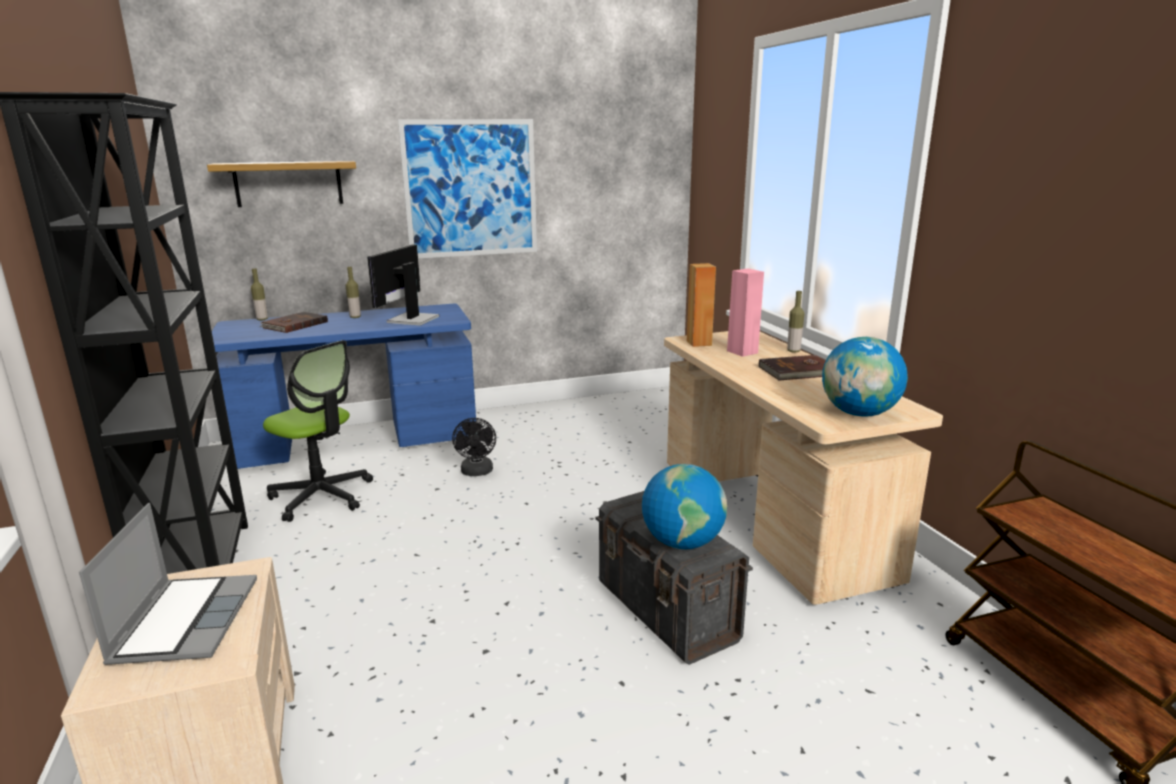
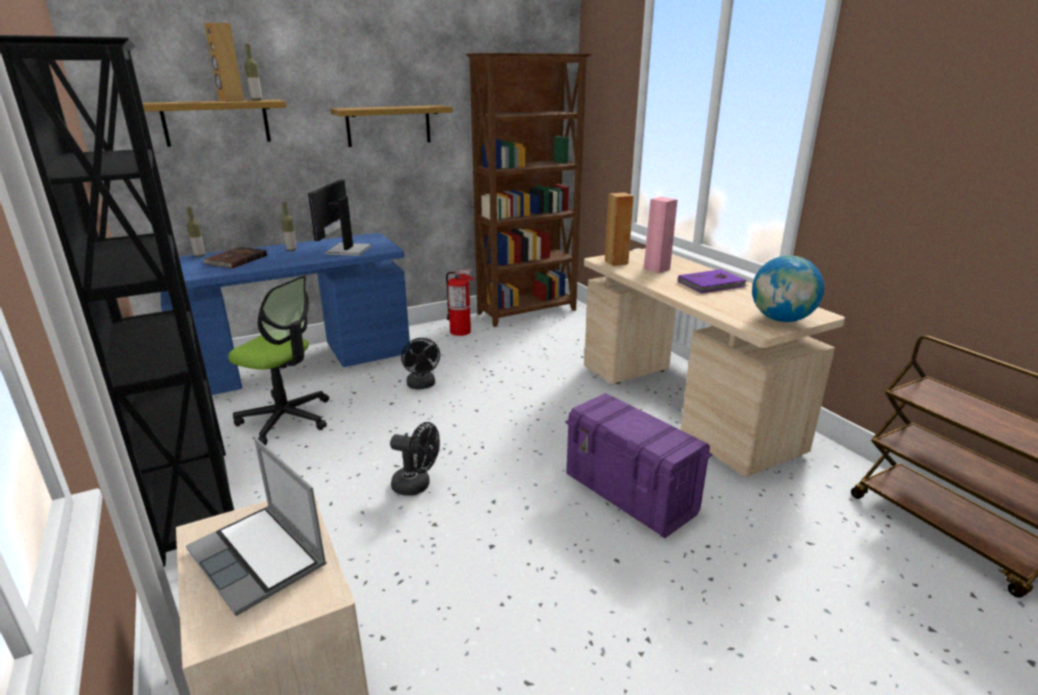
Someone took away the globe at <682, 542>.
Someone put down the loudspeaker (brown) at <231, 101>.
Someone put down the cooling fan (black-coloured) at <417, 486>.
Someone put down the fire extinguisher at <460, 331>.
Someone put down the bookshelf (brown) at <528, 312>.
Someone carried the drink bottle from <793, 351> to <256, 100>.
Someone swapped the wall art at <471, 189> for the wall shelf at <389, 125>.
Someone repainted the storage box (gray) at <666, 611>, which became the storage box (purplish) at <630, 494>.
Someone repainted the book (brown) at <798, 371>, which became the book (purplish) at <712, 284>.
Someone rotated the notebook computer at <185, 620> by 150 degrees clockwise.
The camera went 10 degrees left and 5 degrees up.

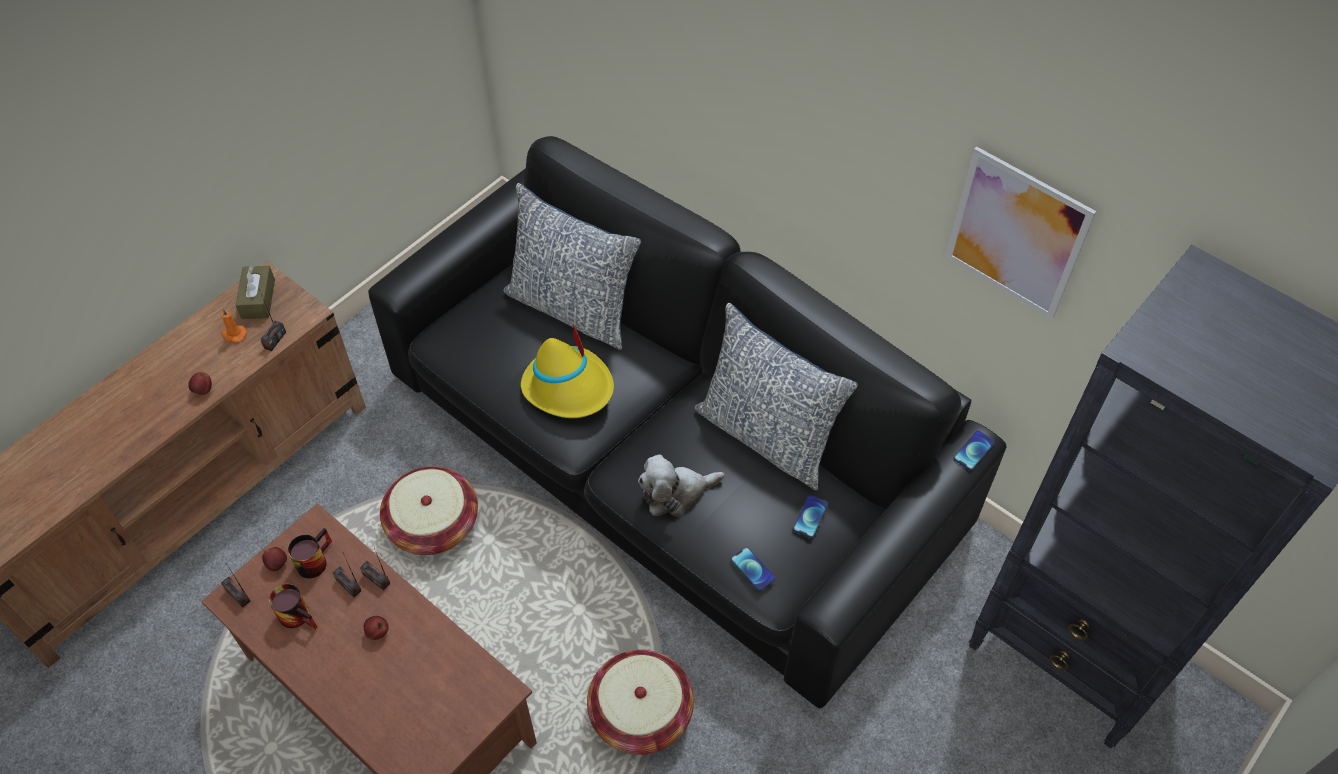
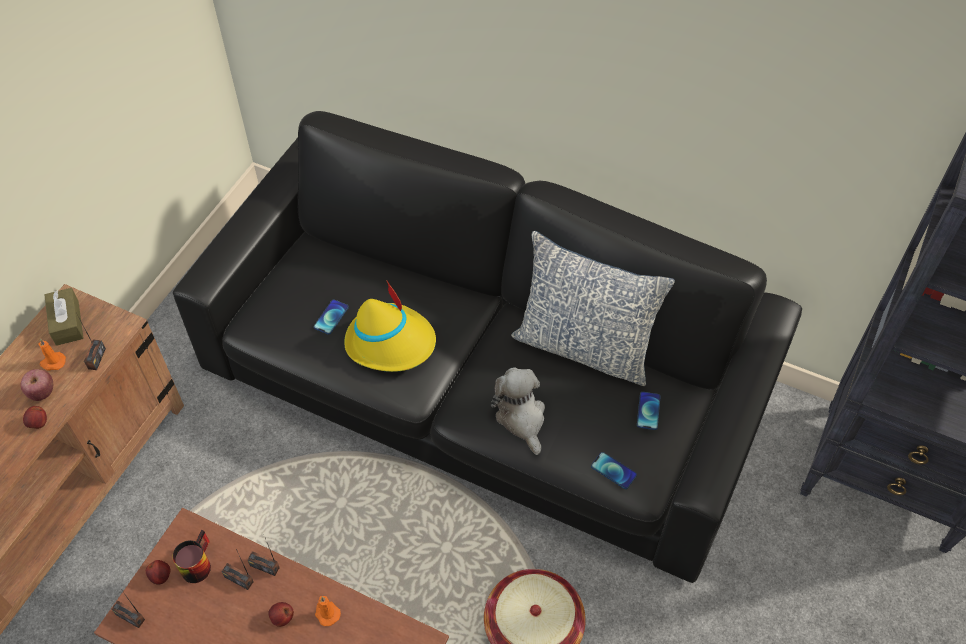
Someone took away the coffee mug at <300, 615>.
Someone took away the household basket at <433, 524>.
Someone took away the throw pillow at <573, 308>.
Someone took away the wall art at <1016, 234>.
Someone put down the apple at <42, 392>.
Someone put down the wax light (orange-coloured) at <326, 613>.
Someone carried the phone from <974, 451> to <331, 317>.
Someone rotated the cuddly toy at <676, 493> by 105 degrees clockwise.
The camera went 15 degrees left and 0 degrees up.

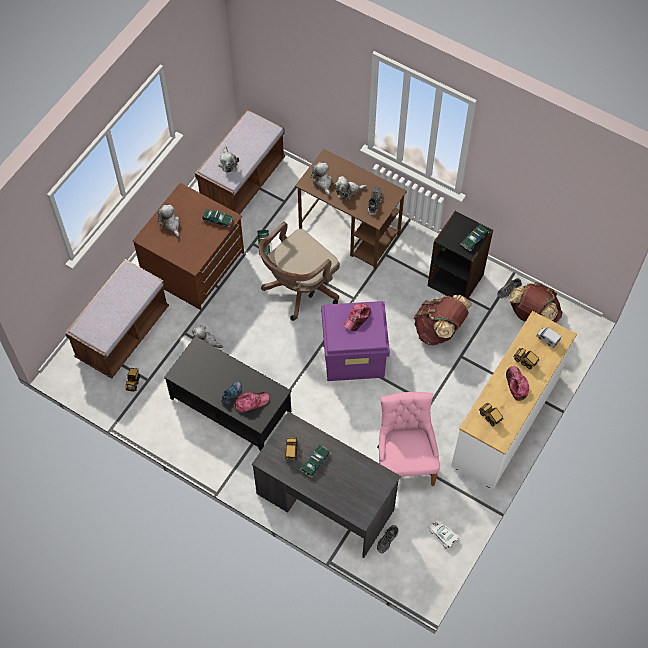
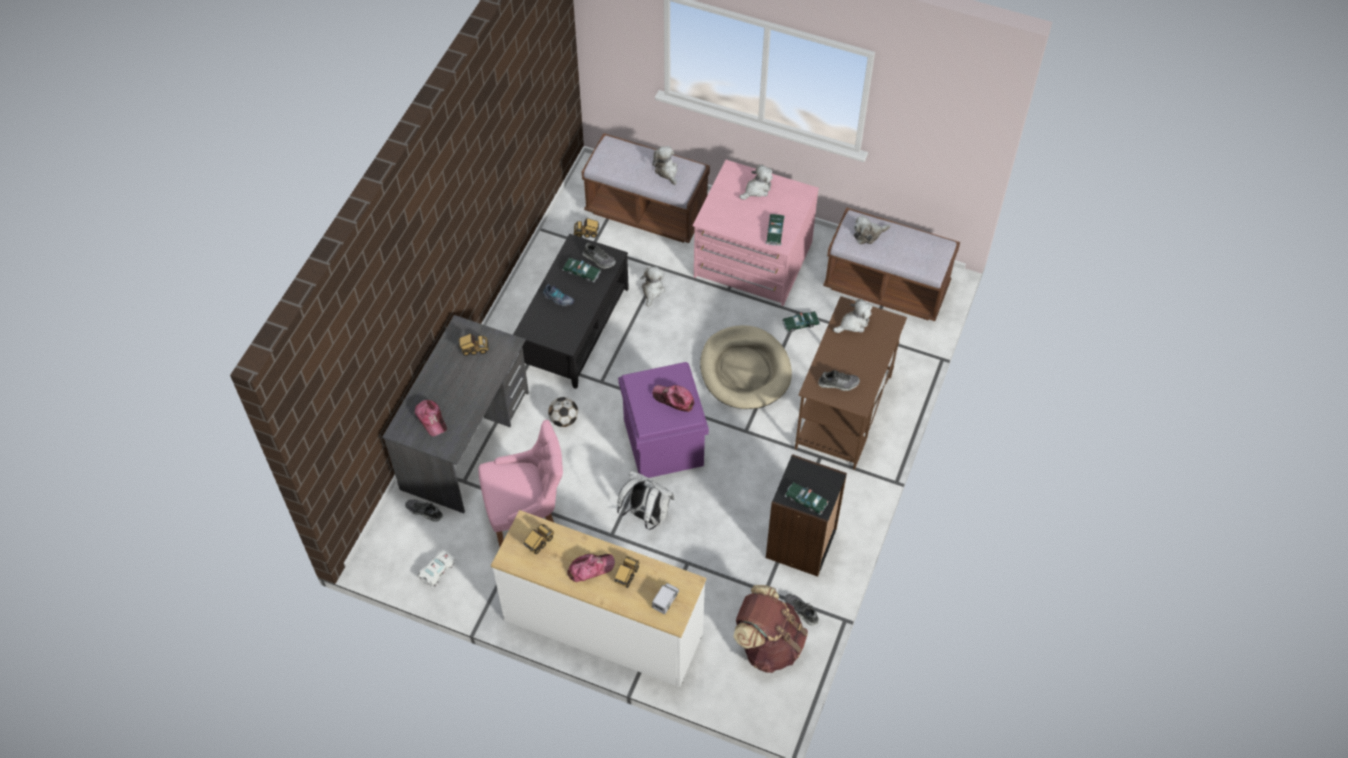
Someone took away the knapsack (brown) at <439, 330>.
Someone put down the football ball at <564, 420>.
Someone put down the low shoe at <599, 259>.
Someone put down the knapsack (white) at <646, 515>.
Someone carried the baseball cap from <251, 402> to <431, 419>.
Someone carried the toy car from <315, 462> to <581, 272>.
Someone carried the cuddly toy from <348, 191> to <666, 171>.
Someone swapped the desk chair (brown) at <299, 289> for the dog bed (beige) at <745, 370>.
Someone repainted the dresser (brown) at <194, 265>, which became the dresser (pink-coloured) at <752, 261>.
The camera went 80 degrees right and 5 degrees down.

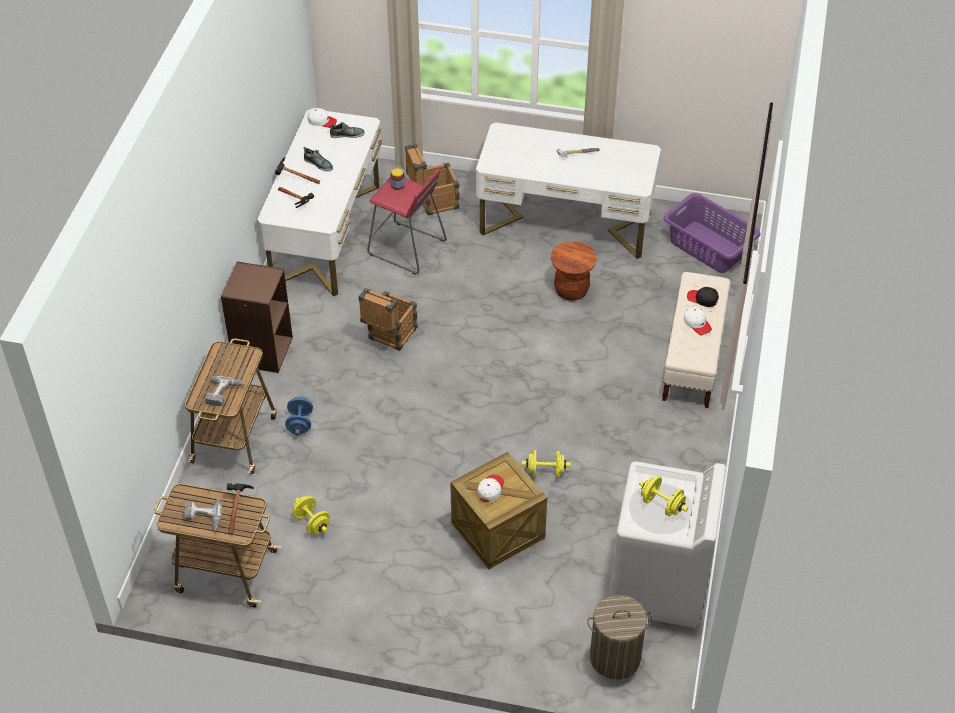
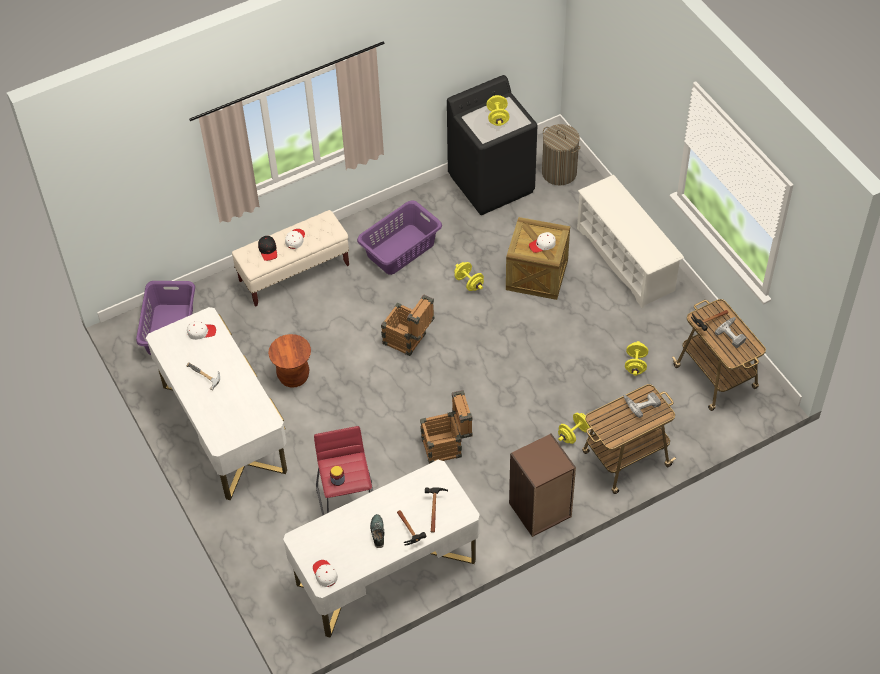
Someone took away the low shoe at <347, 134>.
Someone put down the baseball cap (white) at <201, 332>.
Someone put down the hamper (purplish) at <400, 249>.
Someone put down the shoe stand (white) at <626, 260>.
Someone carried the shipping crate from <432, 202> to <409, 341>.
Someone repainted the free weight (blue) at <300, 423>, which became the free weight (yellow-coloured) at <574, 434>.
Someone repainted the washing machine (white) at <659, 585>, which became the washing machine (black-coloured) at <492, 183>.
The camera went 130 degrees left and 5 degrees up.

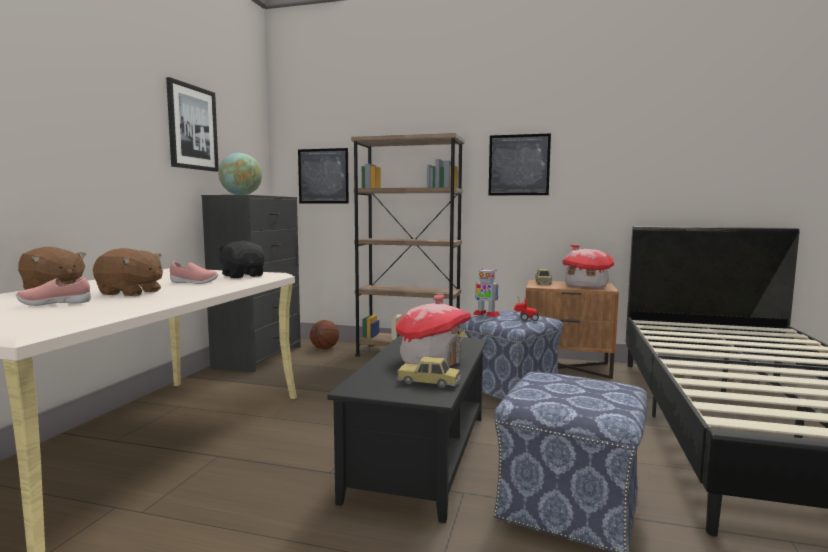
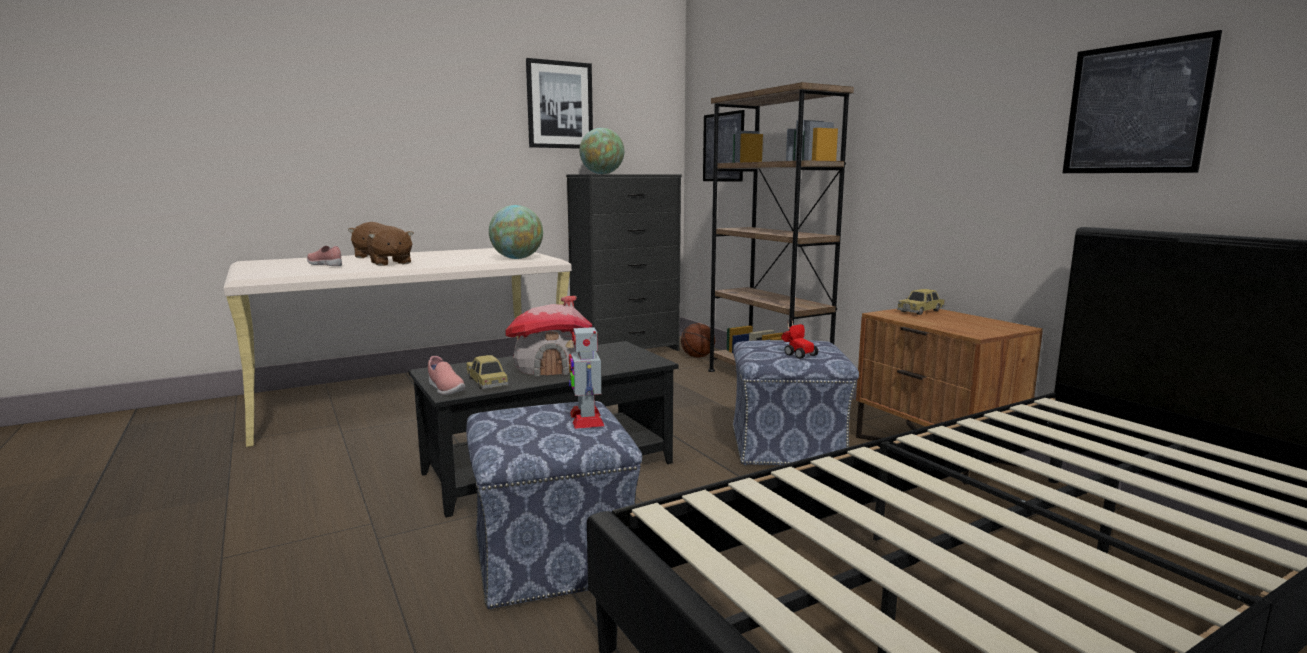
Someone took away the toy house at <585, 286>.
Someone carried the low shoe (pink-coloured) from <193, 282> to <445, 389>.
Someone carried the robot figure from <486, 314> to <586, 419>.
Someone carried the wall art from <519, 165> to <1135, 108>.
Someone swapped the cuddly toy (black-coloured) at <243, 276> for the globe at <517, 258>.
The camera went 45 degrees right and 5 degrees up.

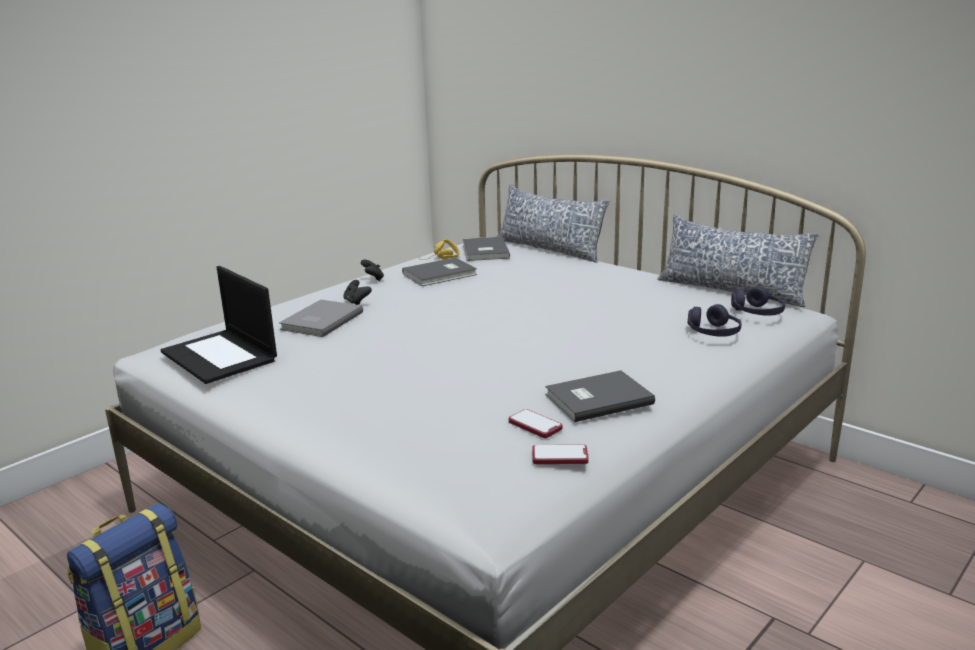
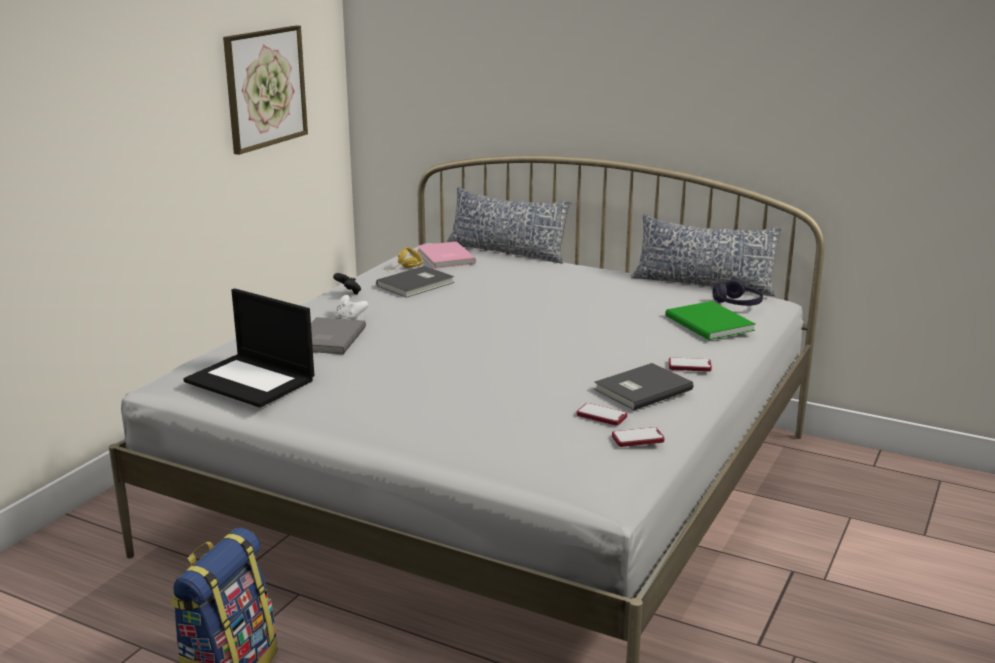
Someone put up the wall art at <265, 88>.
Someone put down the phone at <689, 366>.
Someone swapped the headphones (purplish) at <713, 332> for the book (green) at <709, 324>.
Someone repainted the joypad (black-coloured) at <357, 302>, which became the joypad (white) at <350, 318>.
Someone repainted the book (gray) at <484, 251>, which became the book (pink-coloured) at <444, 258>.
The camera went 15 degrees left and 0 degrees up.

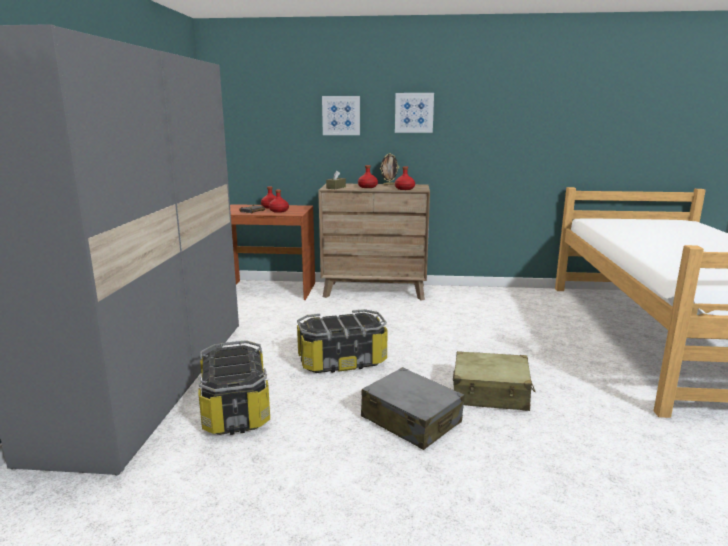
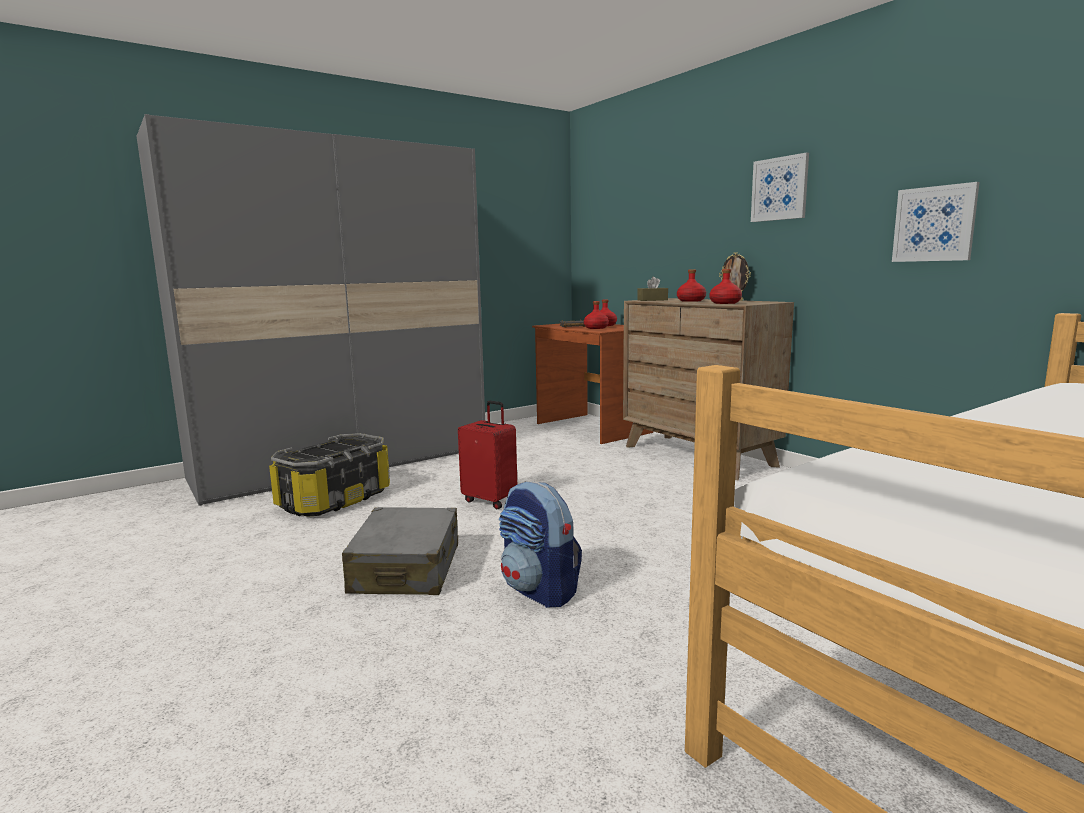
Someone carried the wall art from <341, 115> to <934, 224>.
Someone swapped the storage box at <342, 361> for the travel case (red-coloured) at <491, 500>.
Someone swapped the travel case (beige) at <490, 393> for the knapsack at <540, 590>.
The camera went 50 degrees right and 5 degrees down.

